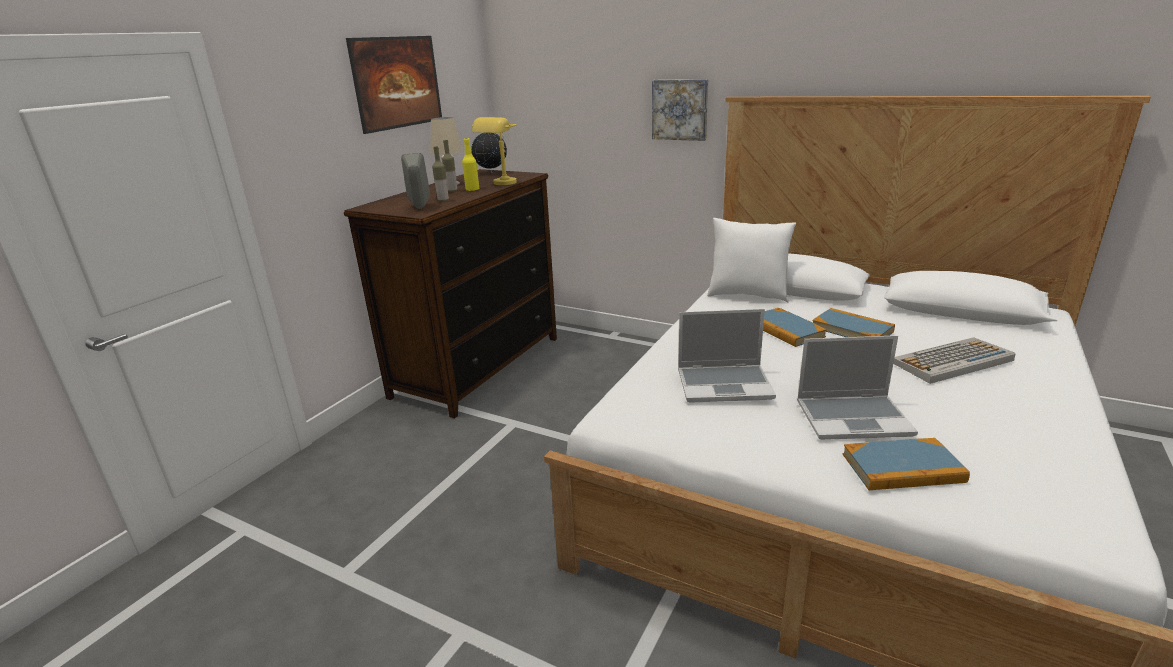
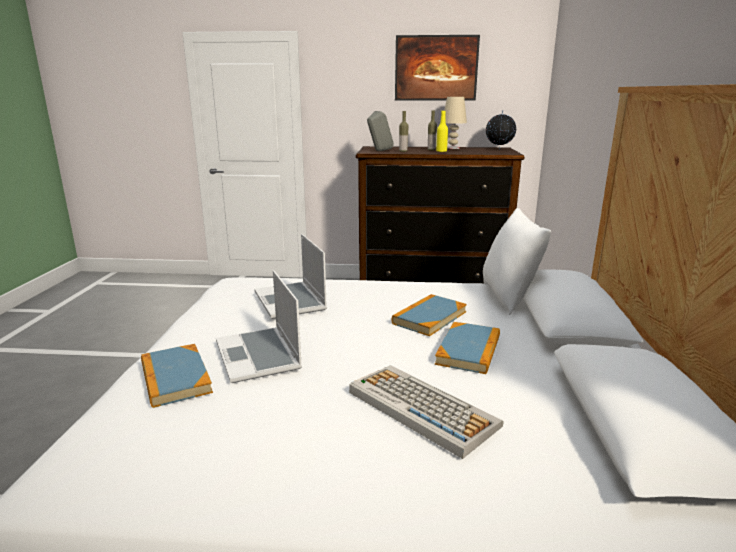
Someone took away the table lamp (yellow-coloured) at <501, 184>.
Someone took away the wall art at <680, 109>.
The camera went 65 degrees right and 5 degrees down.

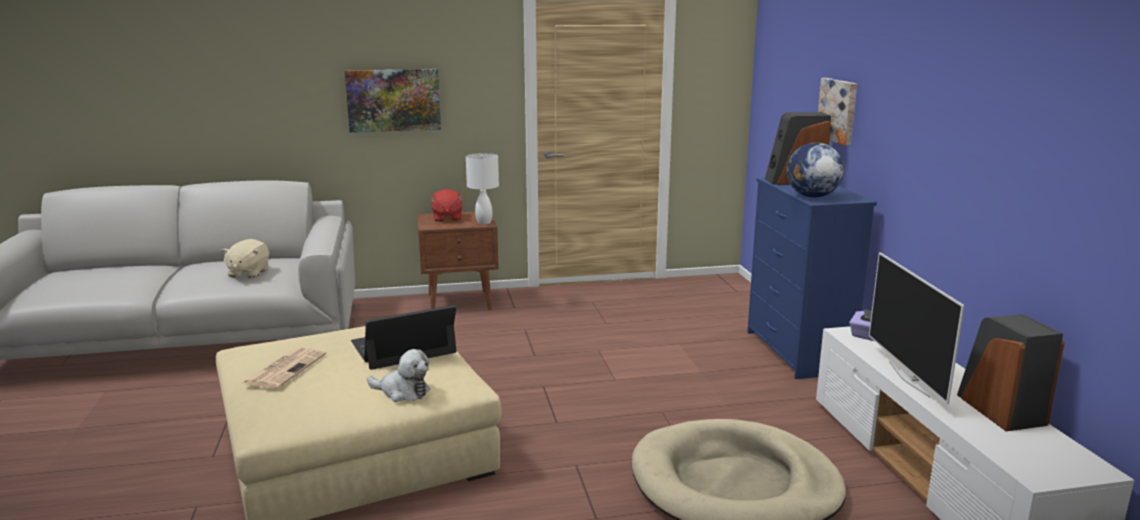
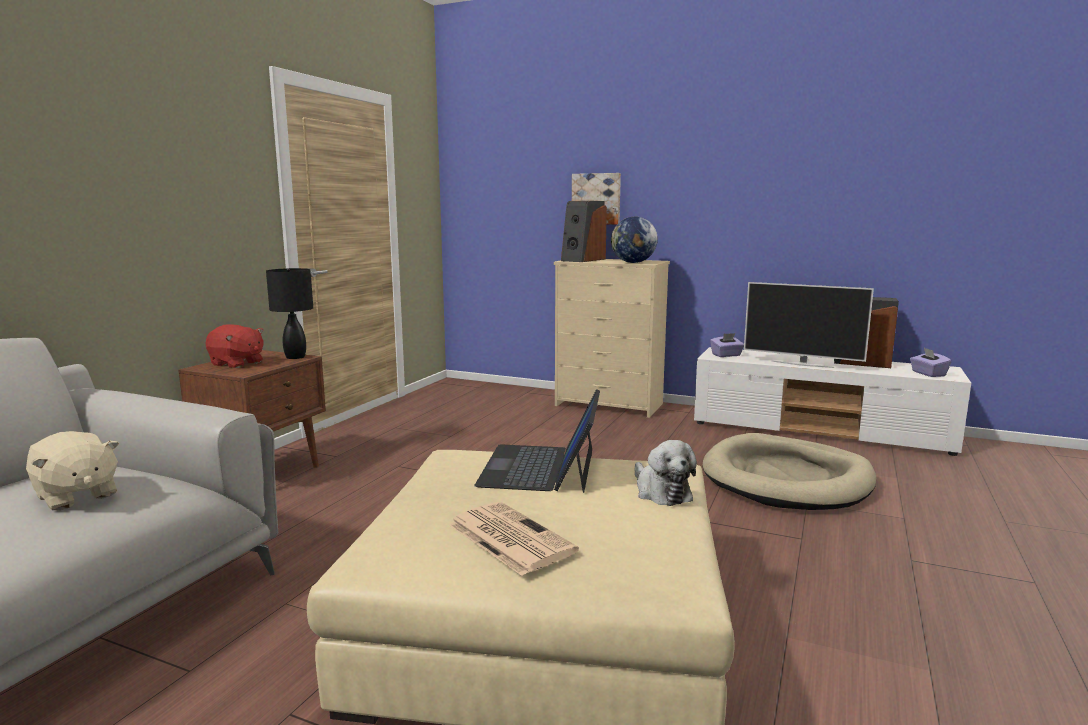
Someone took away the wall art at <393, 100>.
Someone put down the tissue box (purplish) at <928, 374>.
Someone repainted the table lamp (white) at <483, 222>, which became the table lamp (black-coloured) at <295, 357>.
Someone repainted the dresser (blue) at <797, 352>, which became the dresser (beige) at <609, 405>.
Someone rotated the cuddly toy at <402, 392> by 105 degrees clockwise.
The camera went 55 degrees left and 5 degrees down.

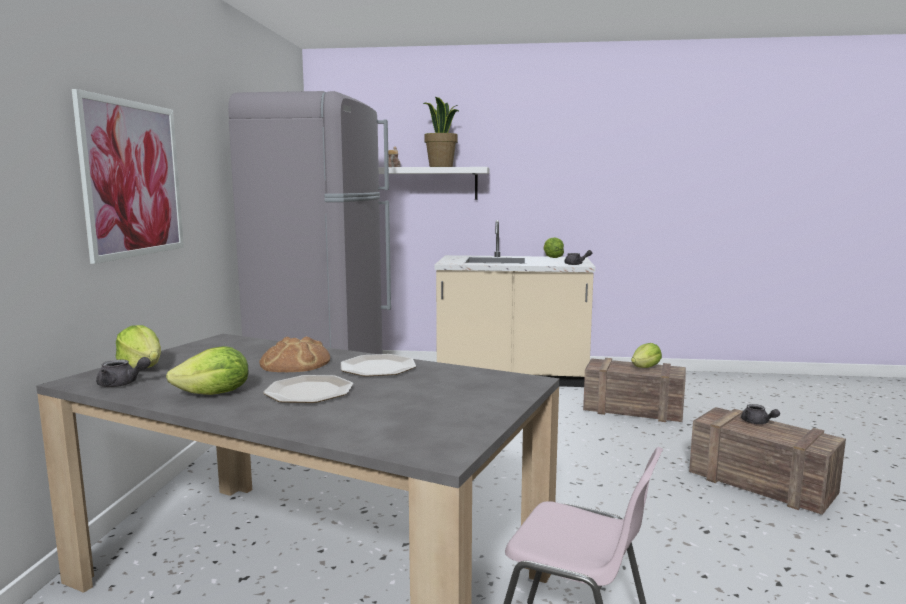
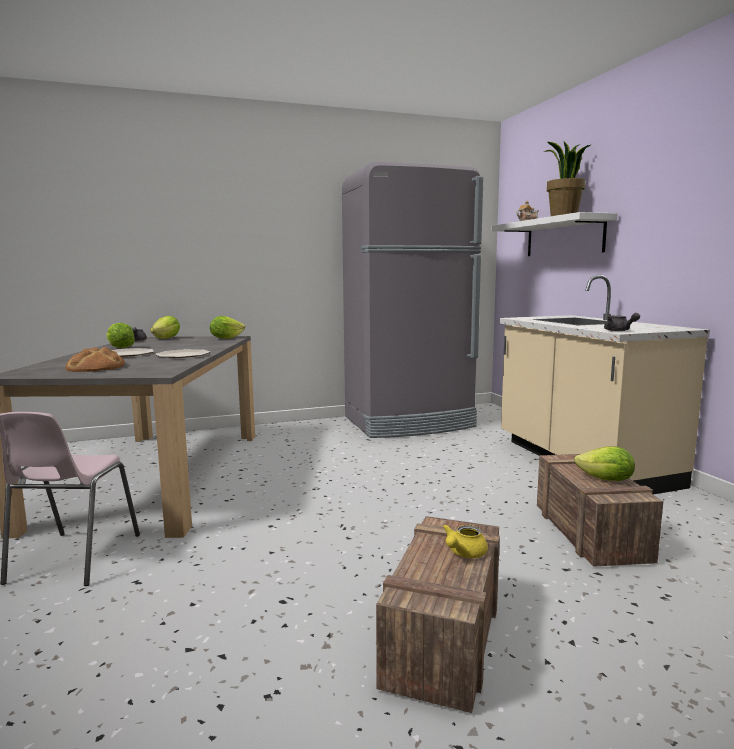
Someone took away the wall art at <133, 179>.
Someone carried the bread from <295, 362> to <96, 367>.
Someone carried the lettuce head from <552, 258> to <226, 338>.
Someone repainted the tea pot (gray) at <757, 423>, which became the tea pot (yellow-coloured) at <463, 553>.
The camera went 65 degrees right and 0 degrees up.

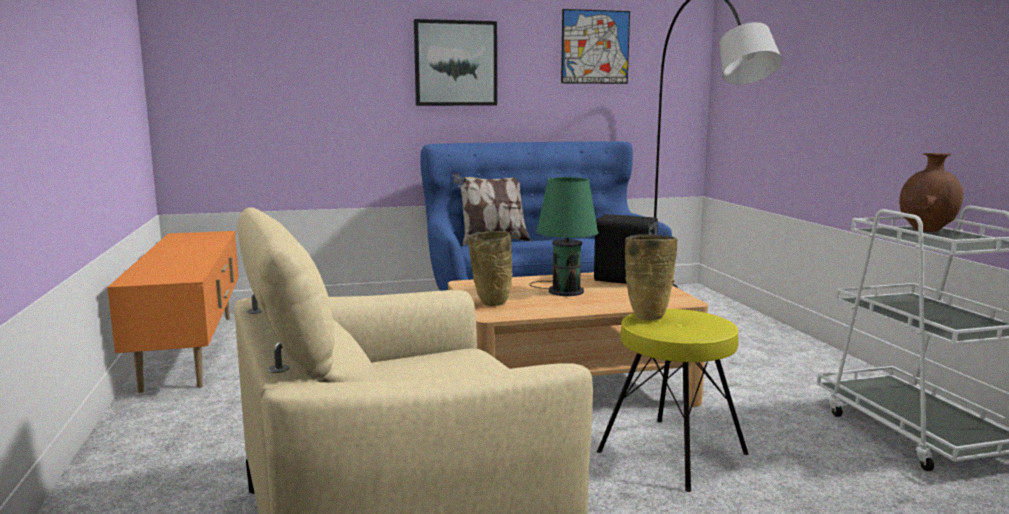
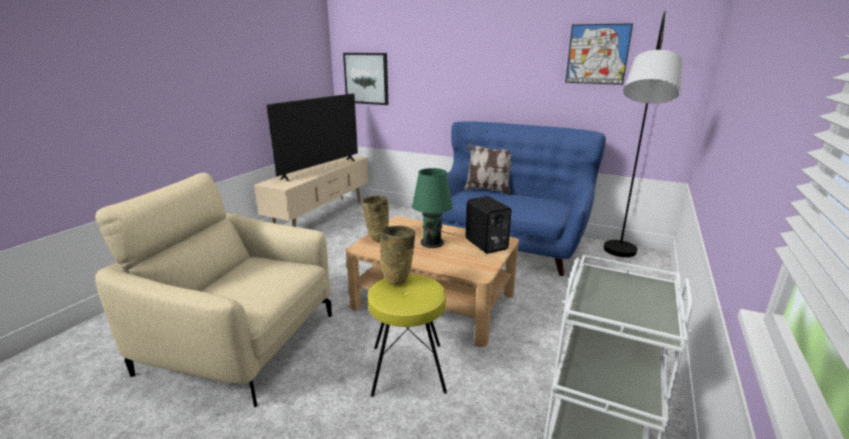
Someone took away the flower vase (brown) at <926, 231>.
Someone put down the TV set at <320, 169>.
Someone carried the wall art from <455, 63> to <366, 78>.
Someone repainted the tv stand (orange-coloured) at <192, 350>, which became the tv stand (beige) at <321, 217>.
The camera went 40 degrees right and 10 degrees up.

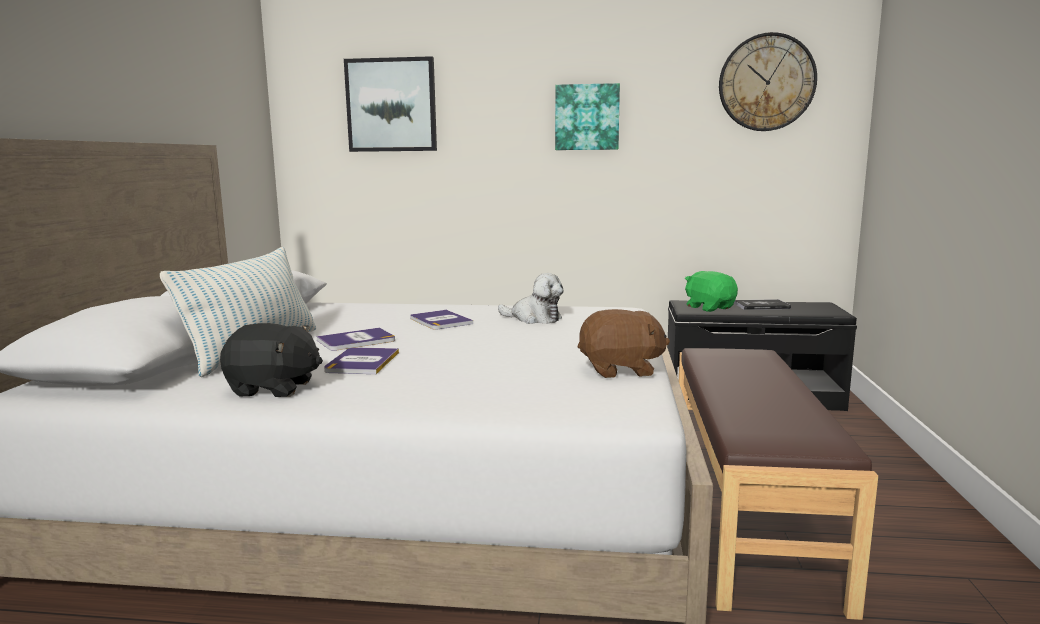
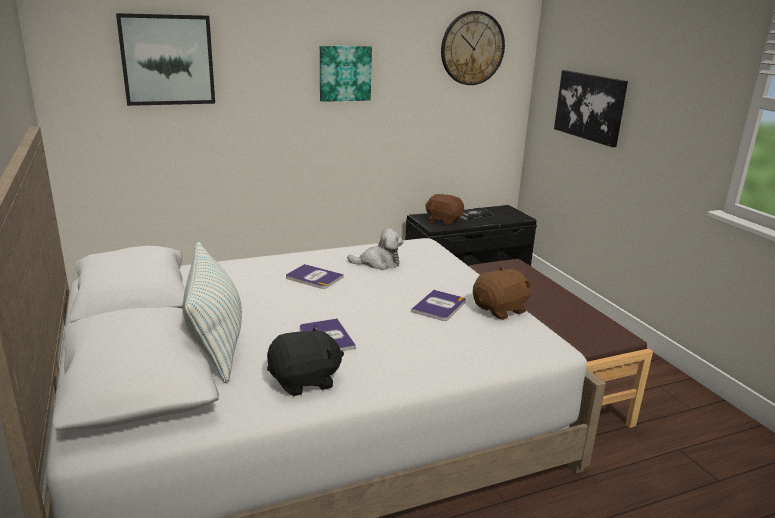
Someone put up the wall art at <590, 106>.
Someone carried the book from <356, 340> to <439, 306>.
Someone repainted the cuddly toy (green) at <709, 307>, which became the cuddly toy (brown) at <443, 221>.
The camera went 30 degrees left and 10 degrees up.

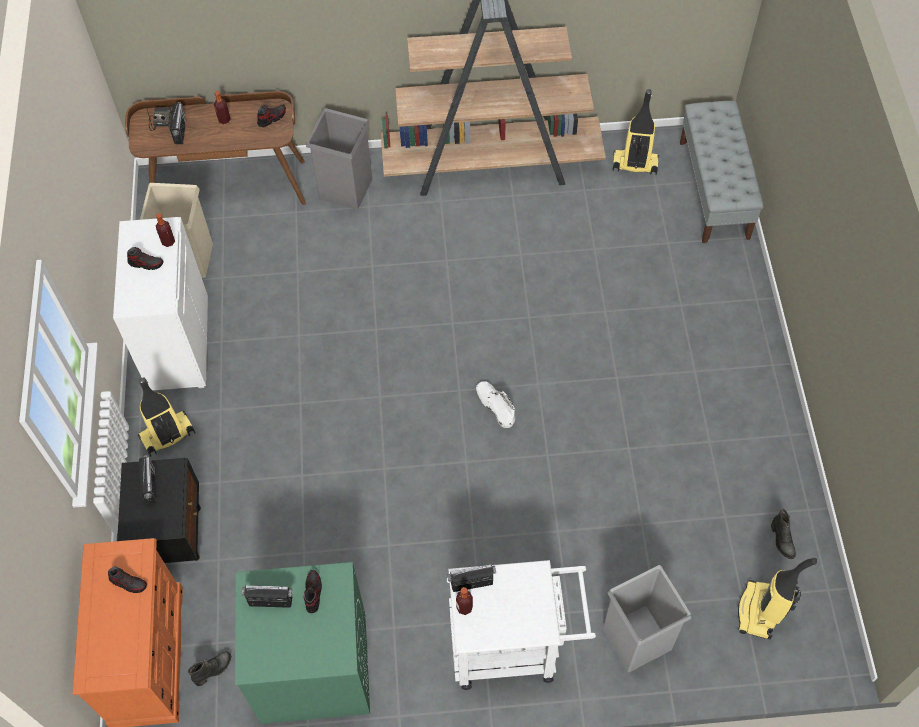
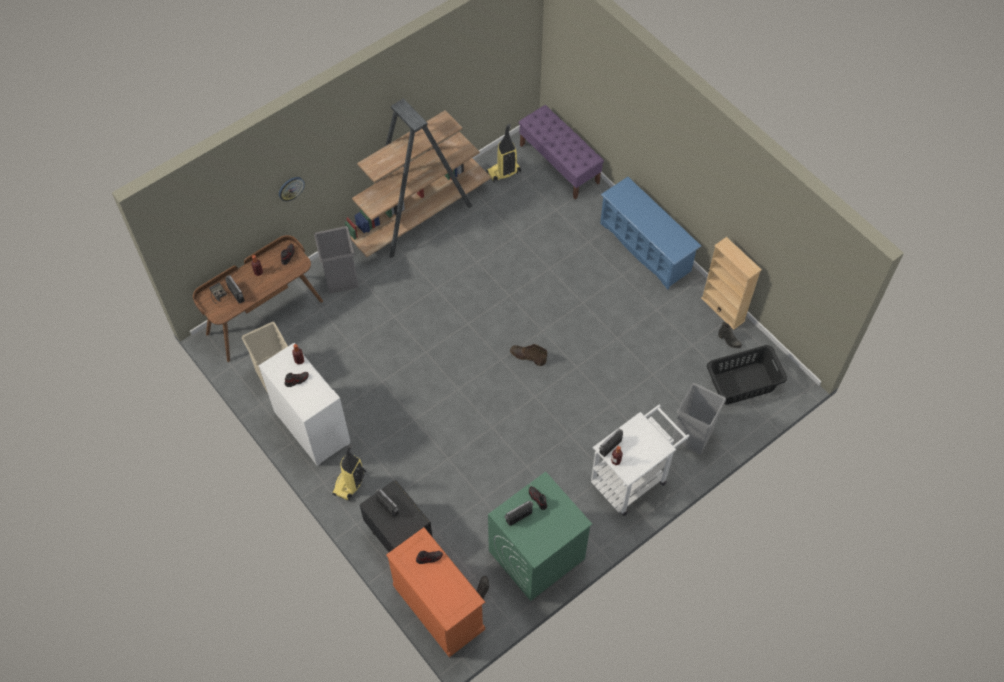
Someone put up the wall clock at <291, 188>.
Someone put down the shoe stand (blue) at <645, 247>.
Someone put down the bookshelf (beige) at <723, 309>.
Someone swapped the hoover at <759, 611> for the hamper (black-coloured) at <743, 384>.
Someone repainted the high-top boot (white) at <495, 406>, which became the high-top boot (brown) at <527, 356>.
Someone repainted the long seat (gray) at <714, 190>, which became the long seat (purplish) at <559, 164>.
The camera went 35 degrees left and 0 degrees up.

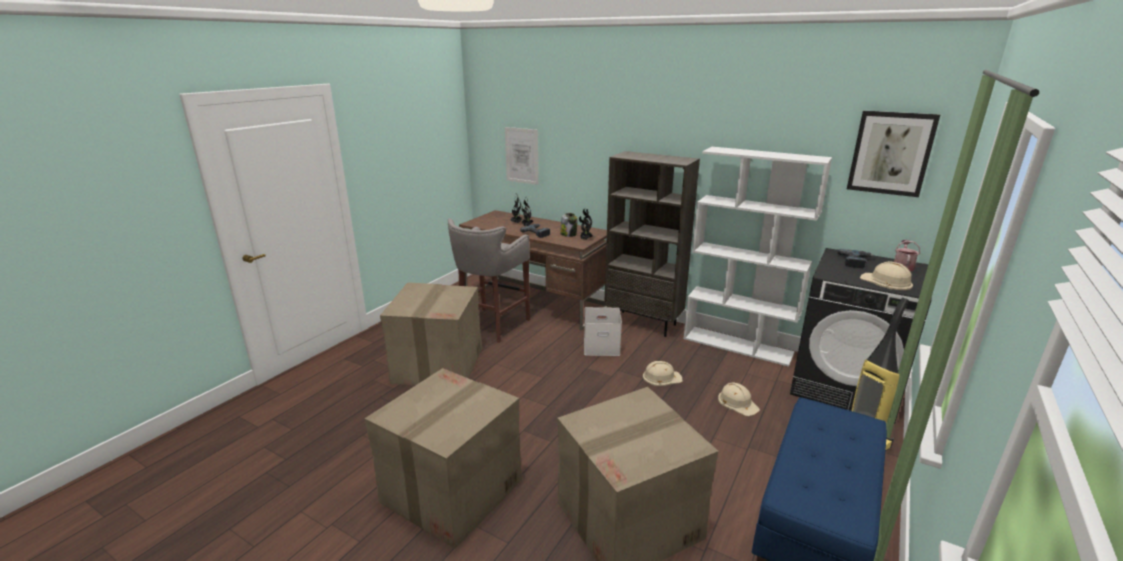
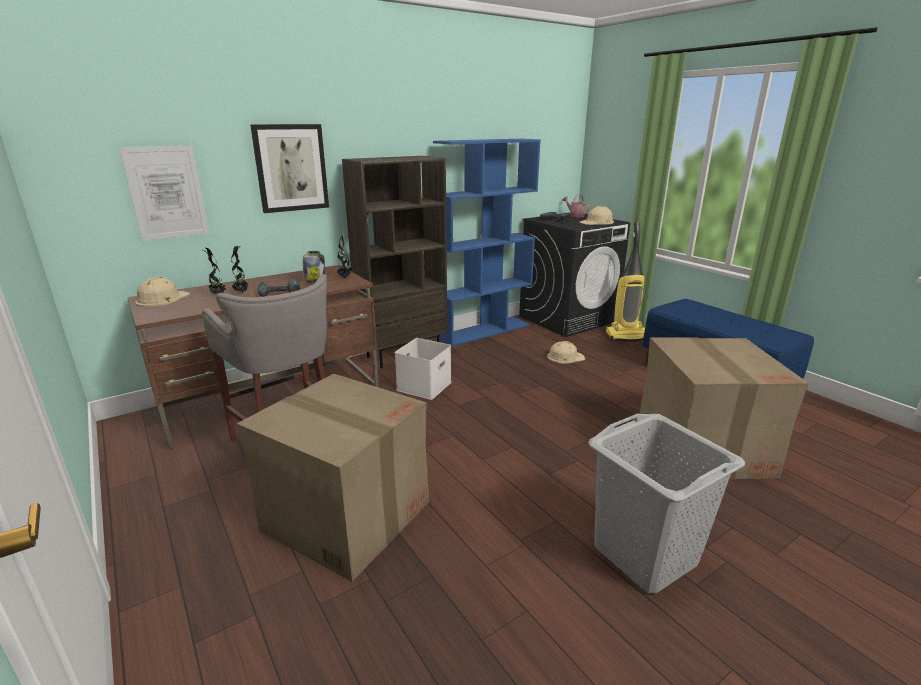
Someone carried the work helmet (beige) from <661, 377> to <162, 299>.
Someone carried the wall art from <890, 153> to <291, 168>.
Someone swapped the cardboard box at <451, 491> for the hamper (gray) at <644, 555>.
Someone repainted the bookshelf (white) at <738, 345>, which became the bookshelf (blue) at <484, 331>.
The camera went 65 degrees left and 0 degrees up.

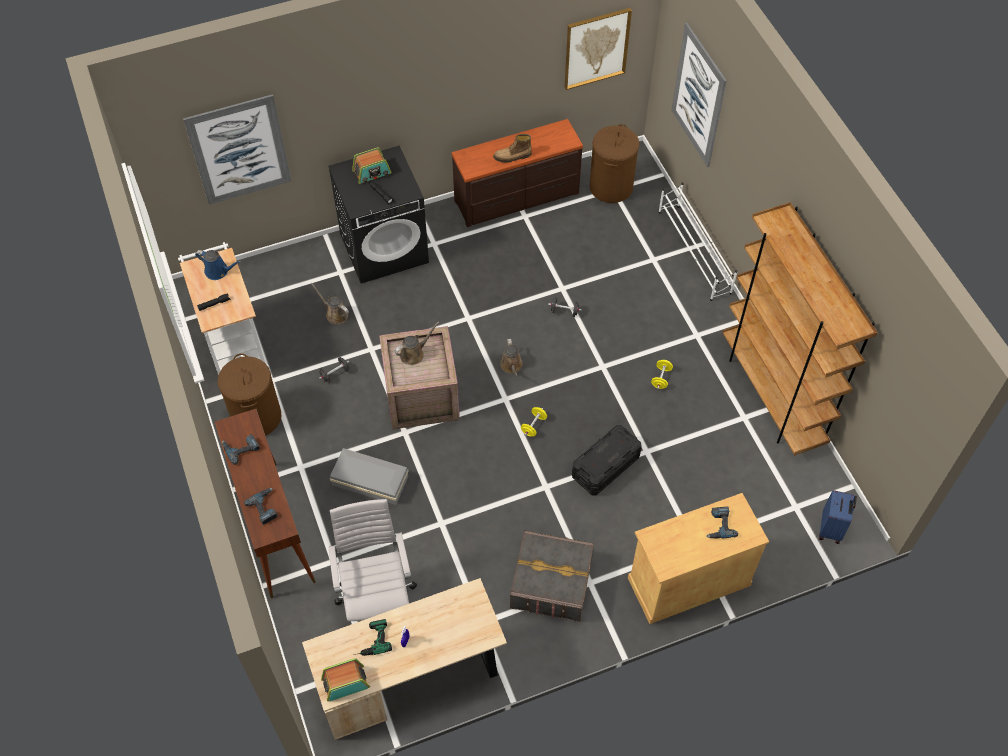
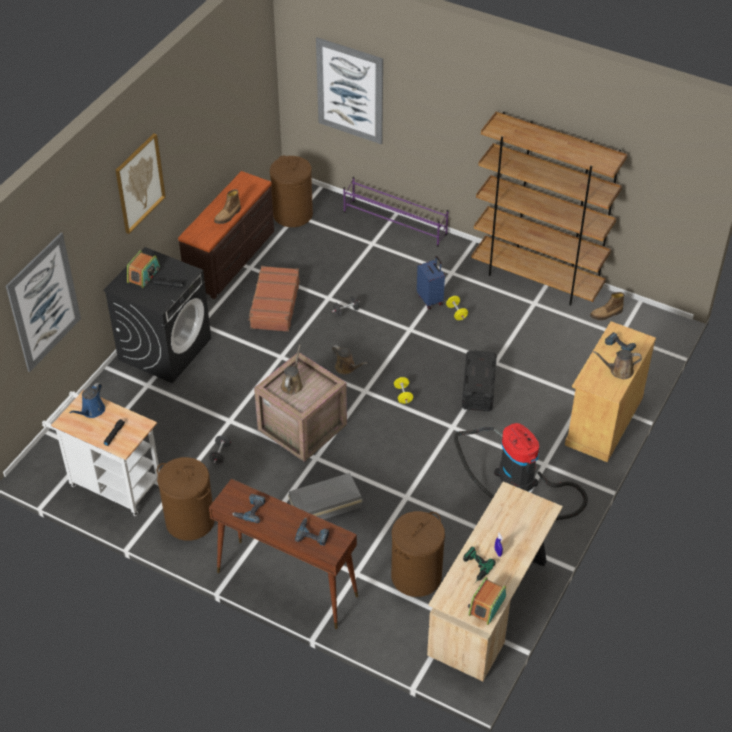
Someone put down the travel case (brown) at <274, 305>.
Someone put down the high-top boot at <606, 314>.
Someone carried the watering can (brown) from <335, 314> to <619, 371>.
Someone carried the wall art from <596, 48> to <139, 183>.
Someone carried the travel case (blue) from <831, 529> to <430, 299>.
Someone swapped the desk chair (white) at <377, 601> for the hamper (brown) at <416, 576>.
Someone swapped the storage box (gray) at <551, 583> for the hoover at <520, 482>.
Someone repainted the shoe stand (white) at <694, 252>, which became the shoe stand (purplish) at <395, 223>.
Someone rotated the watering can (blue) at <218, 271> by 135 degrees clockwise.
The camera went 40 degrees left and 10 degrees down.

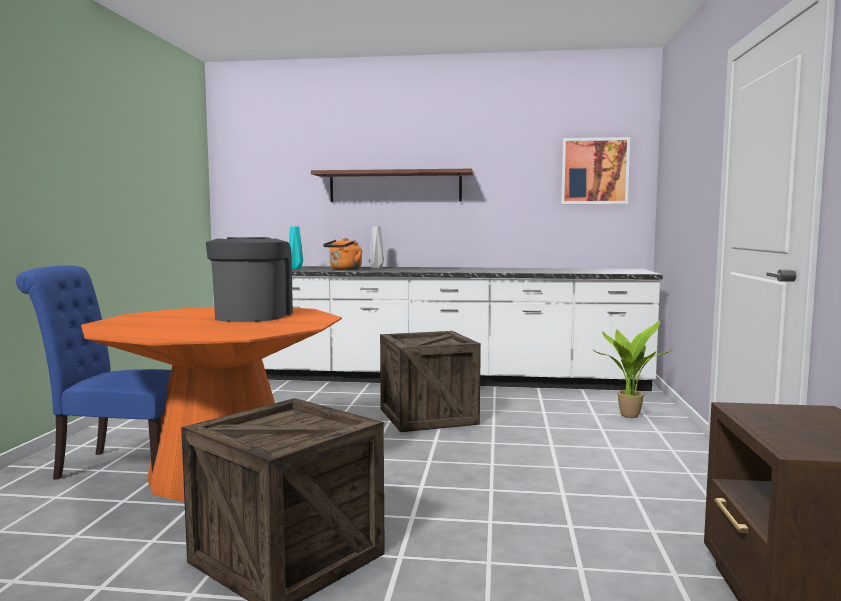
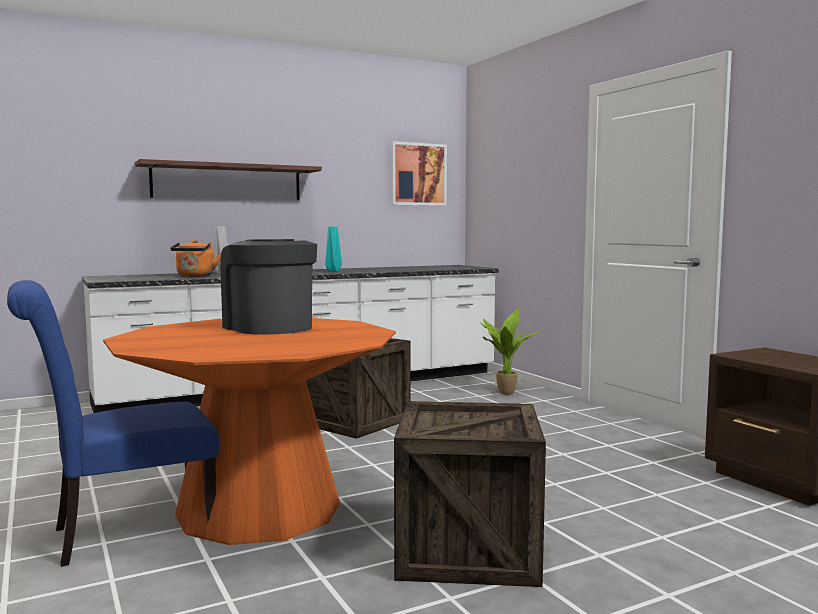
Someone carried the flower vase (blue-green) from <295, 268> to <332, 271>.
The camera went 35 degrees left and 0 degrees up.

